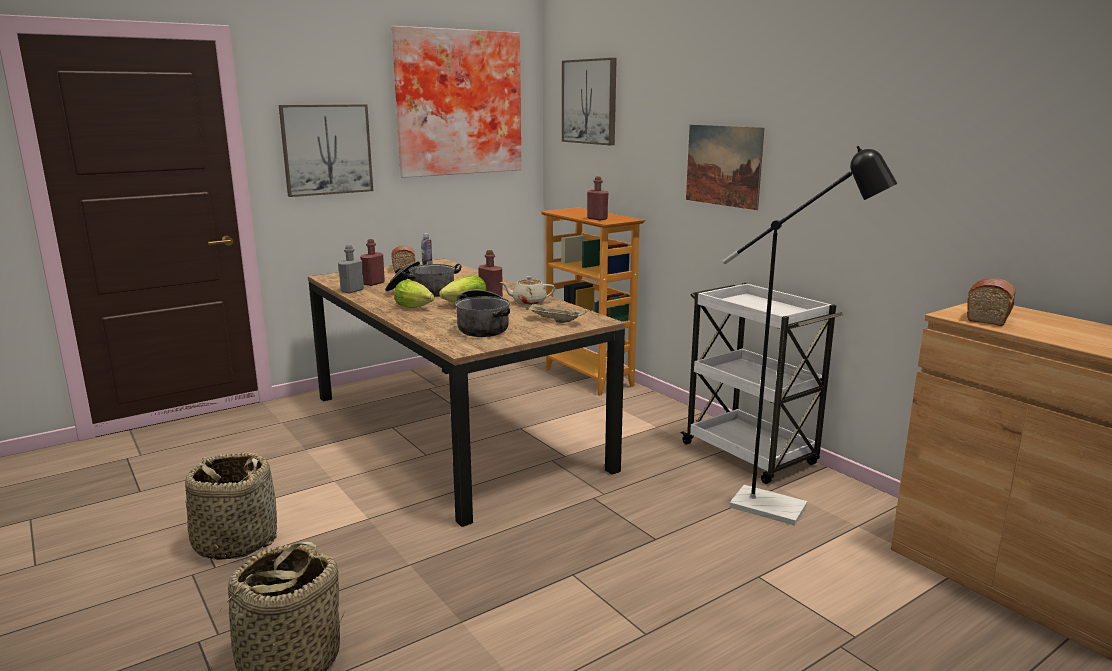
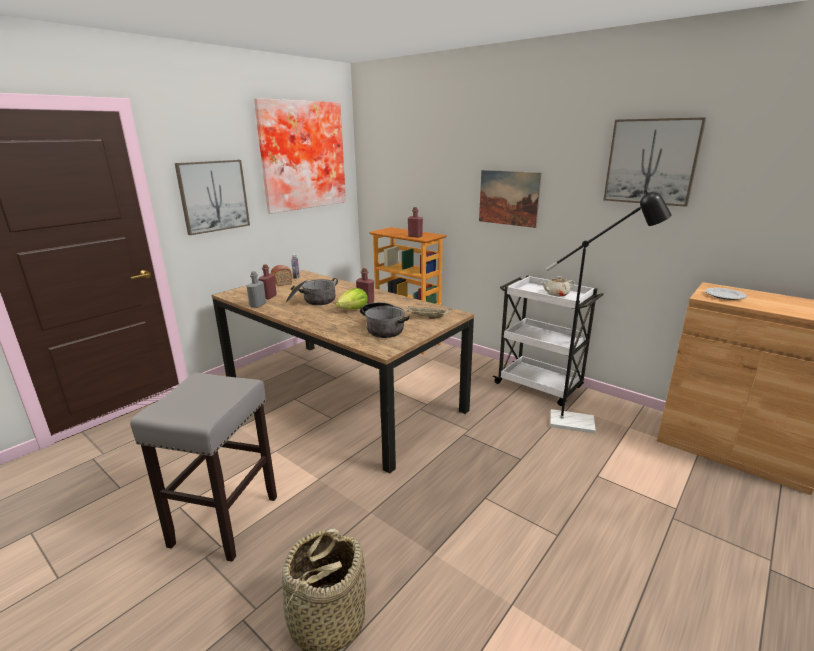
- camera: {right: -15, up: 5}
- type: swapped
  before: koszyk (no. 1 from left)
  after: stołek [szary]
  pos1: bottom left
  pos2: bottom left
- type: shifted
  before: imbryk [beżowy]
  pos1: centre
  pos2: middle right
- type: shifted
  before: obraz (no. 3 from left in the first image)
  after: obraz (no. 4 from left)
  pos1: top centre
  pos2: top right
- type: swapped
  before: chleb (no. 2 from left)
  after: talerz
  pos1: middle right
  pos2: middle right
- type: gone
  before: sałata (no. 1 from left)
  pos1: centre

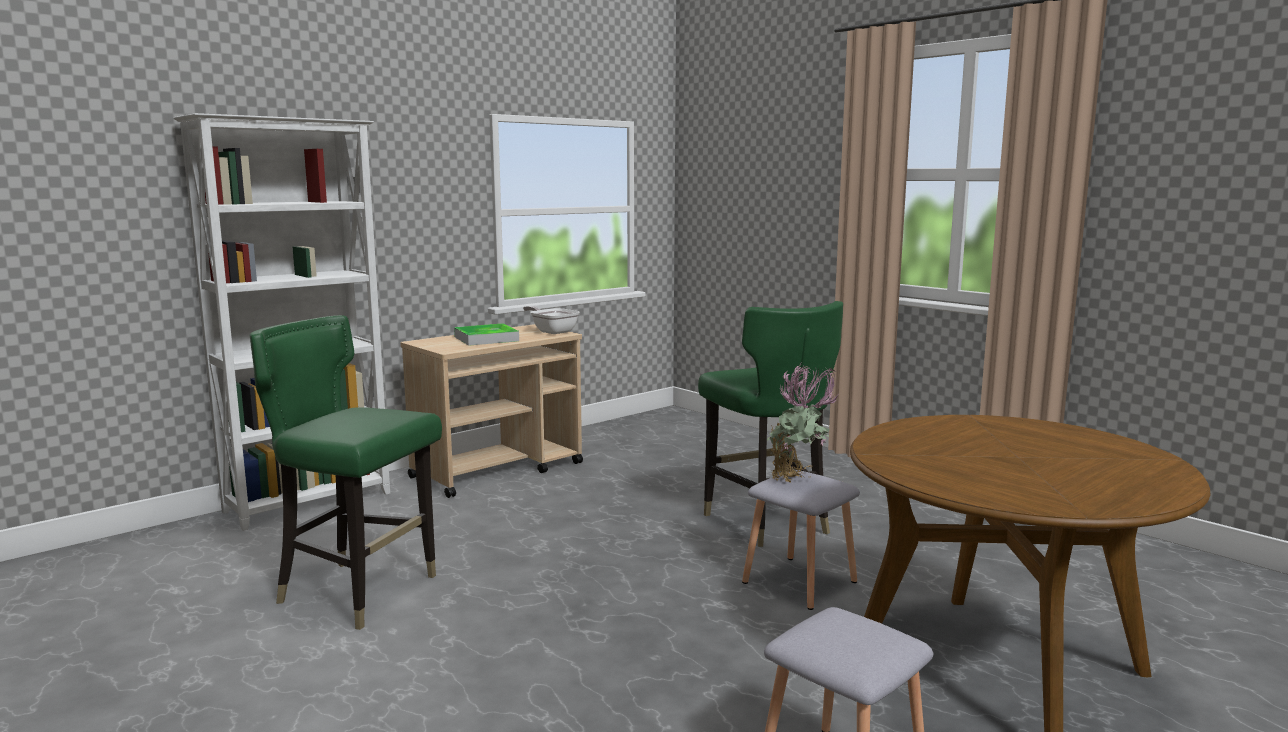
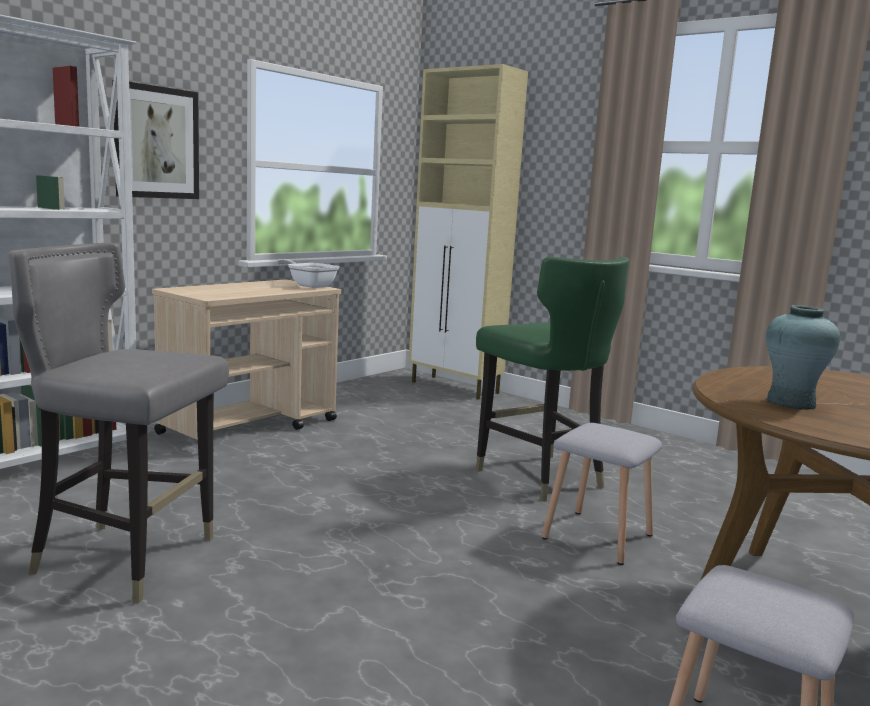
- camera: {right: -10, up: 0}
- type: repainted
  before: krzesło [zielony] (no. 1 from left)
  after: krzesło [szary]
  pos1: middle left
  pos2: middle left
- type: new
  after: obraz
  pos2: top left
- type: new
  after: szafka [beżowy]
  pos2: top centre
- type: new
  after: wazon [turkusowy]
  pos2: middle right
- type: gone
  before: taca
  pos1: centre
- type: gone
  before: roślina doniczkowa
  pos1: centre

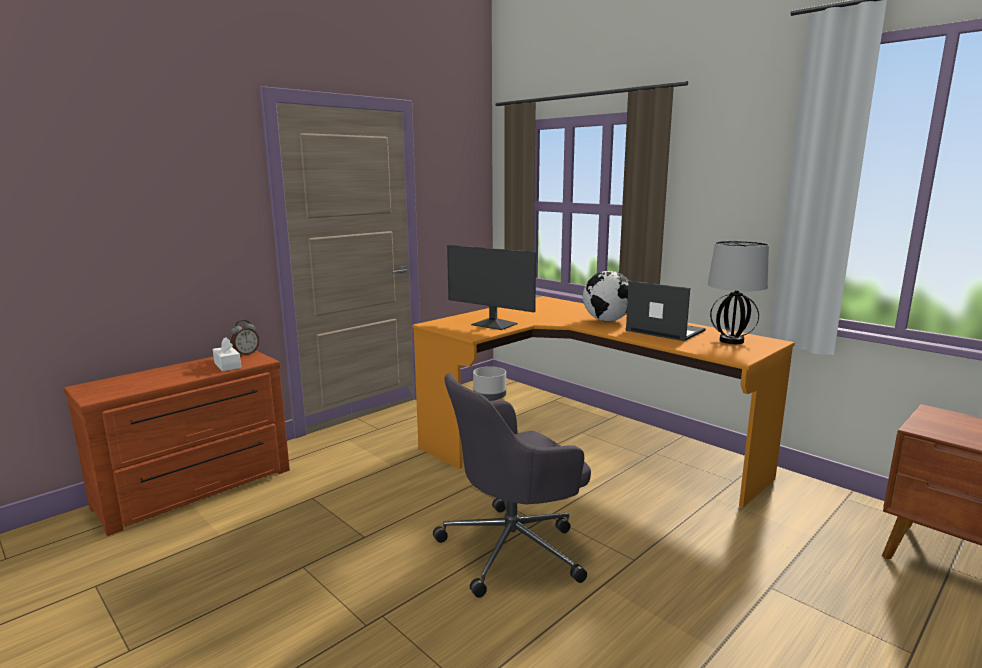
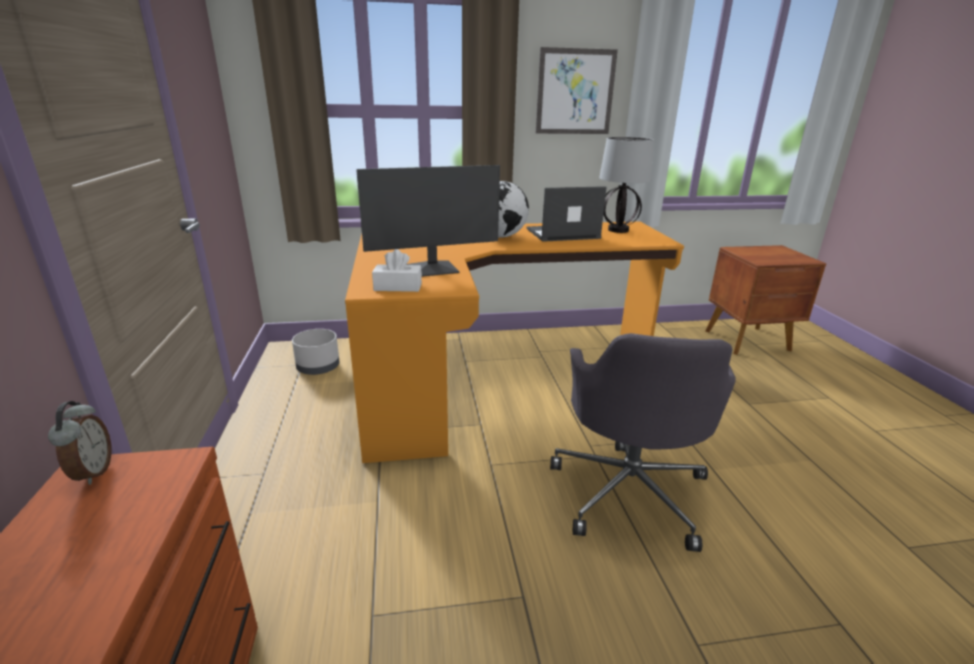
- camera: {right: -55, up: 10}
- type: shifted
  before: pudełko chusteczek [biały]
  pos1: middle left
  pos2: centre
- type: new
  after: obraz
  pos2: top centre

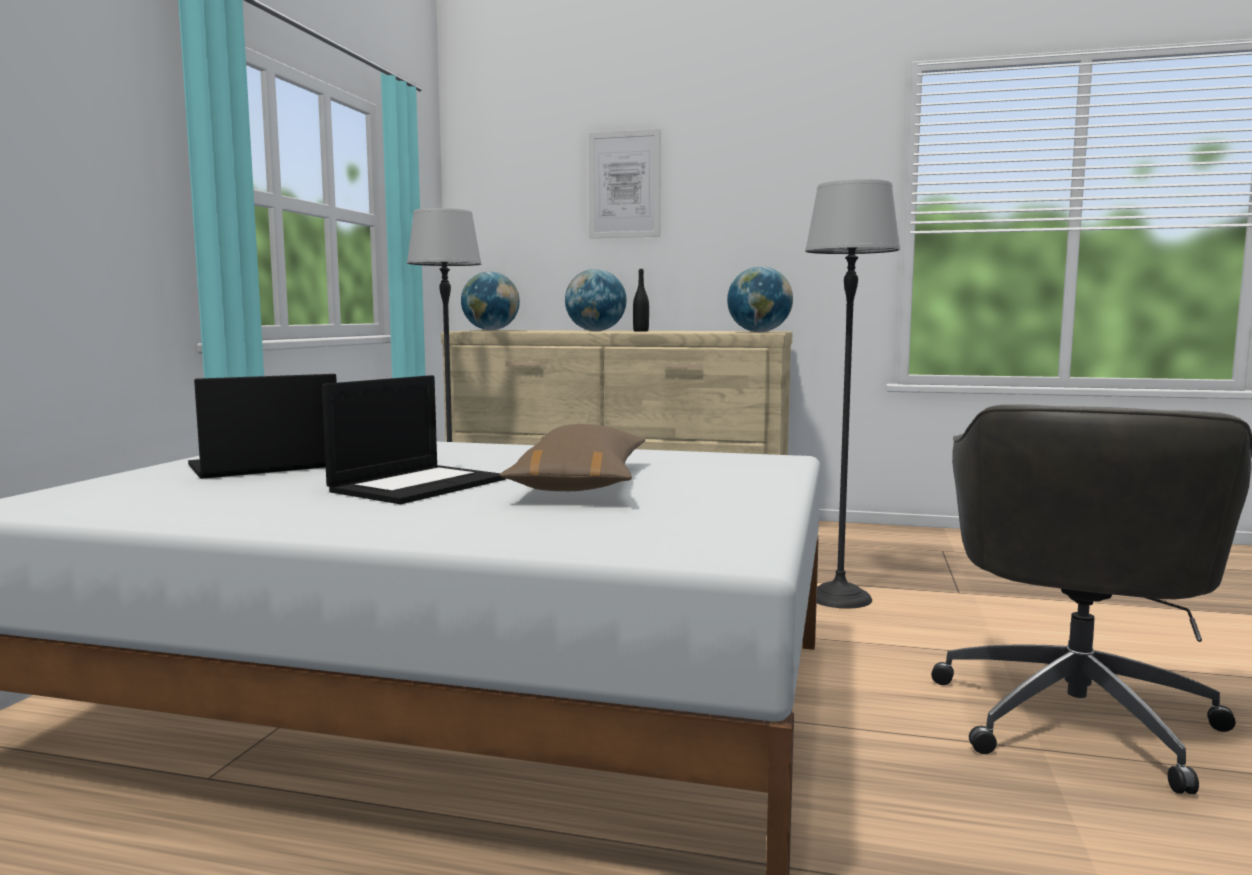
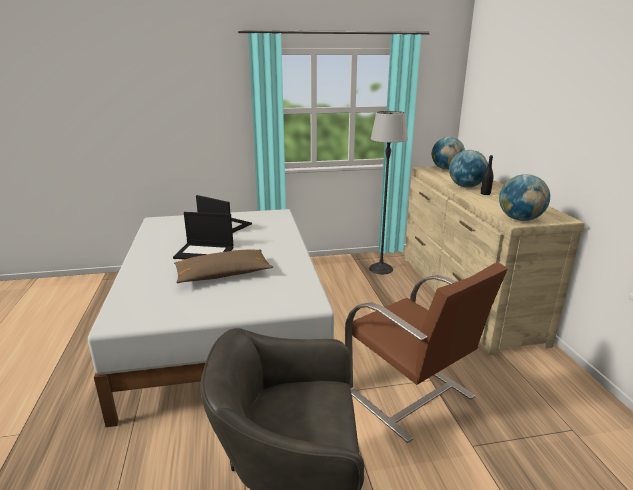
- camera: {right: 65, up: 15}
- type: swapped
  before: lampa stojąca (no. 2 from left)
  after: fotel [brązowy]
  pos1: middle right
  pos2: bottom right
- type: gone
  before: obraz
  pos1: top centre

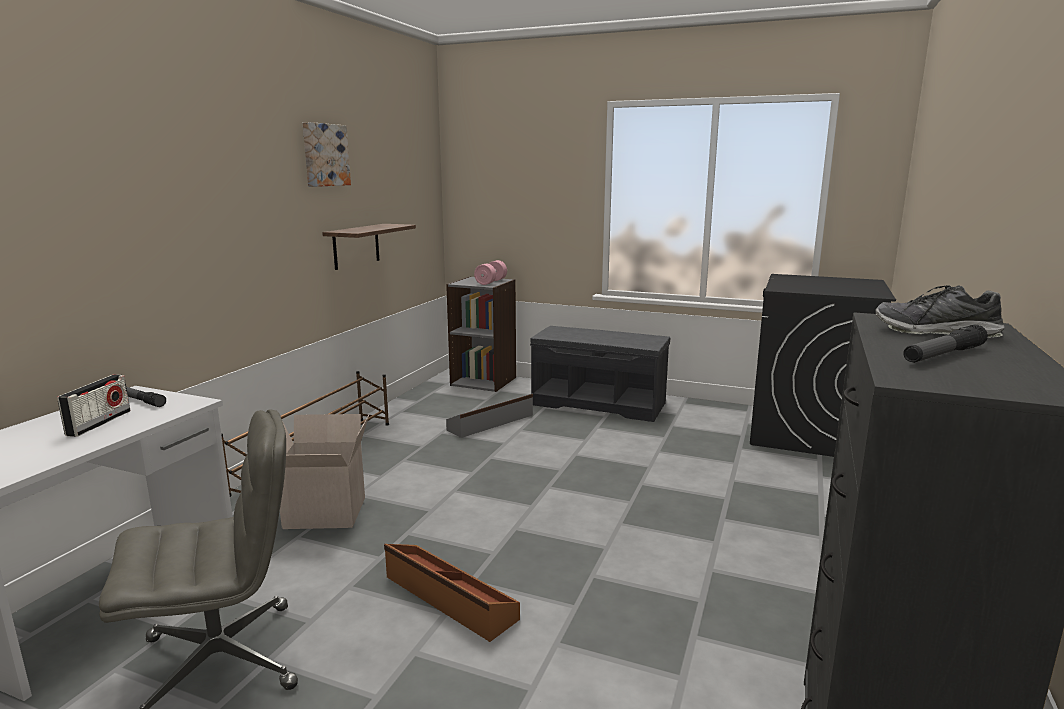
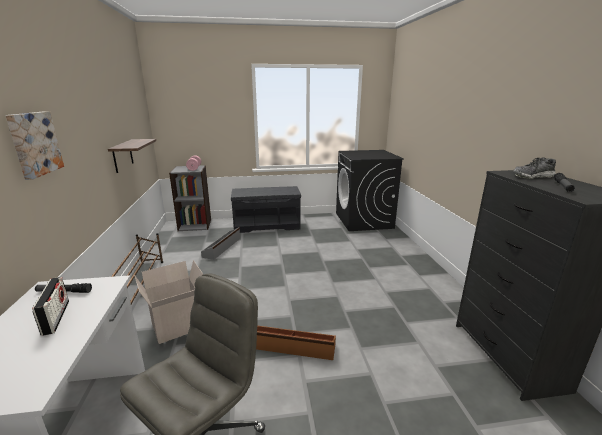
- camera: {right: -30, up: 5}
- type: shifted
  before: obraz
  pos1: top left
  pos2: middle left

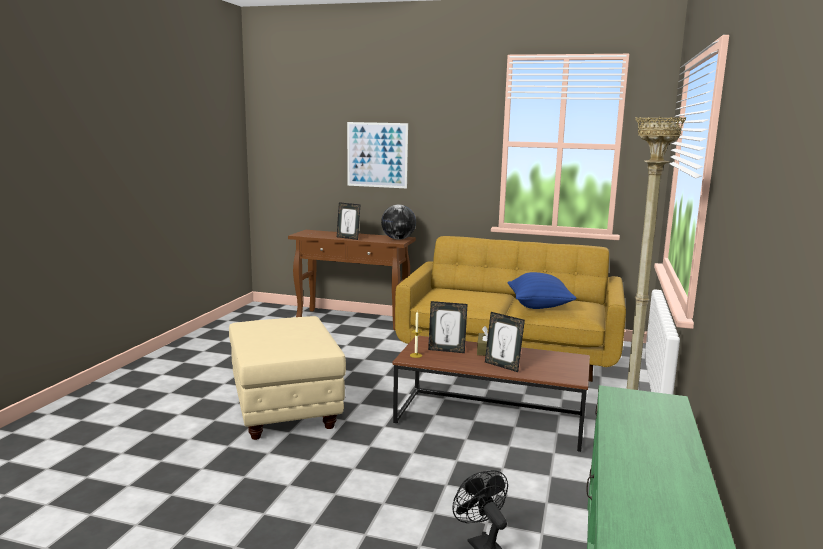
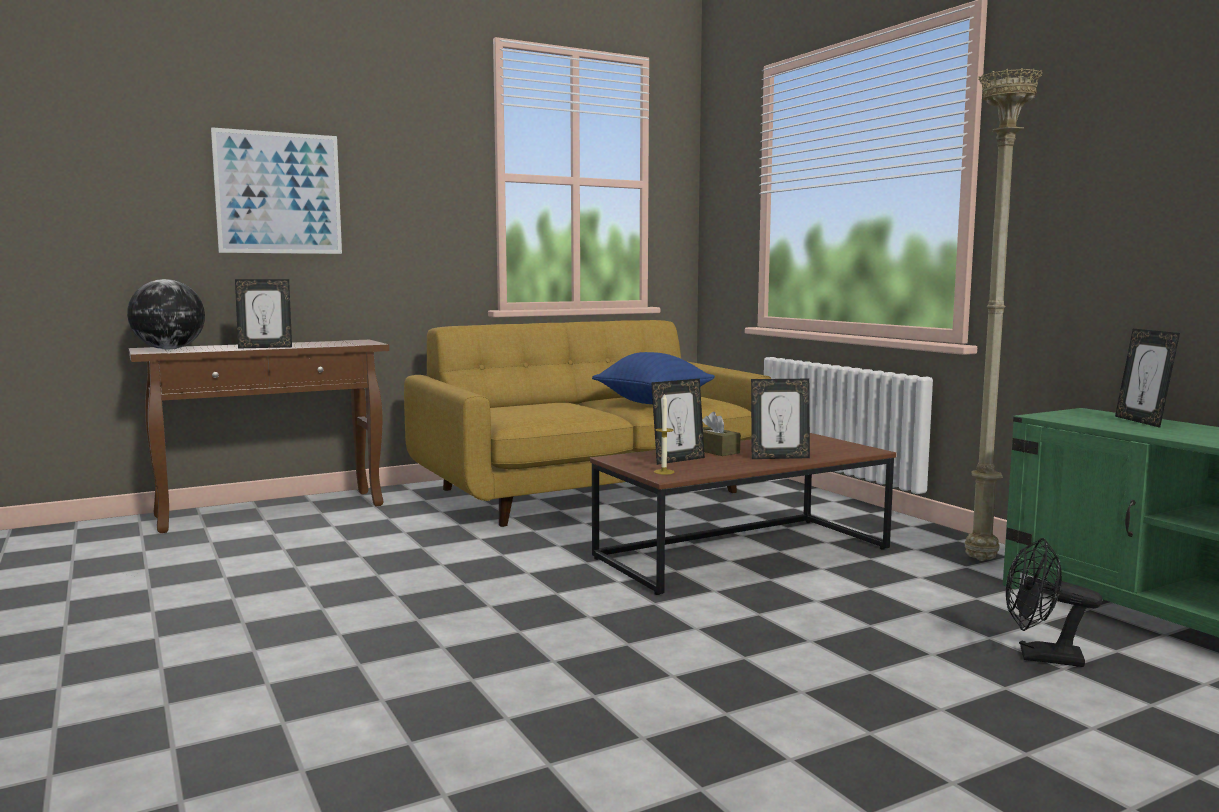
- camera: {right: -45, up: -5}
- type: shifted
  before: globus
  pos1: centre
  pos2: middle left
- type: new
  after: ramka na zdjęcie (no. 4 from left)
  pos2: middle right
- type: gone
  before: pufa [beżowy]
  pos1: bottom centre

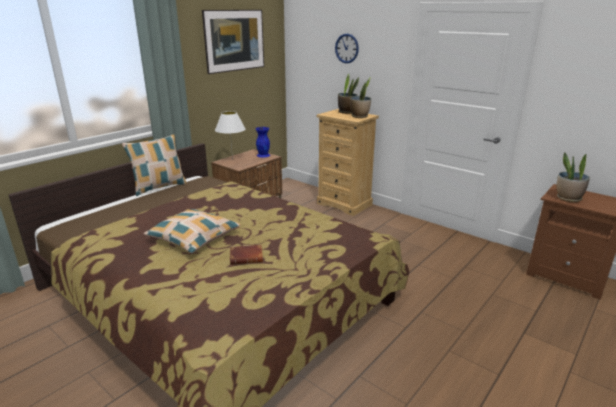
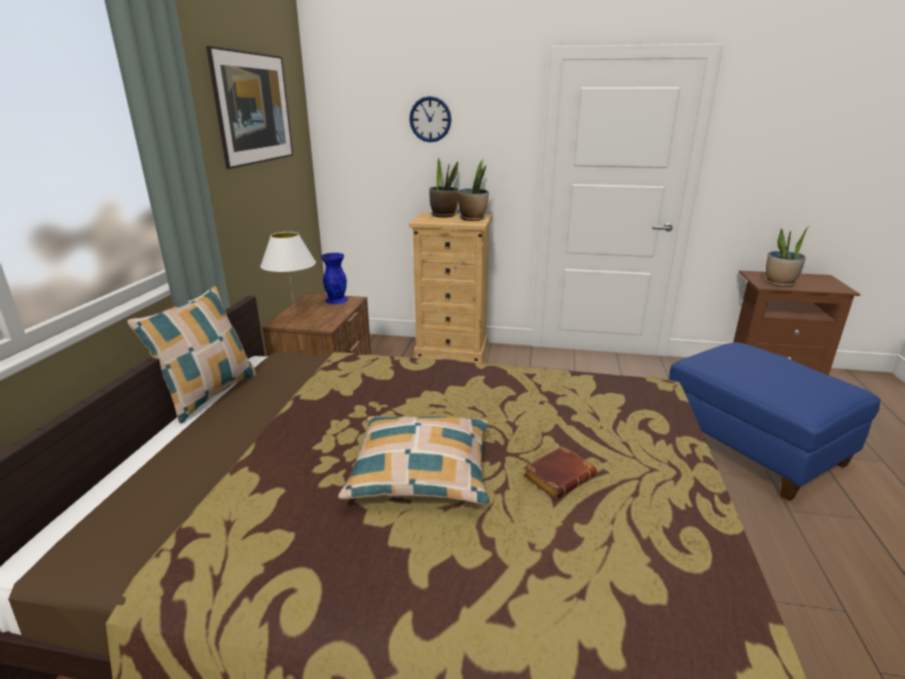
- camera: {right: -30, up: 0}
- type: new
  after: pufa [niebieski]
  pos2: middle right

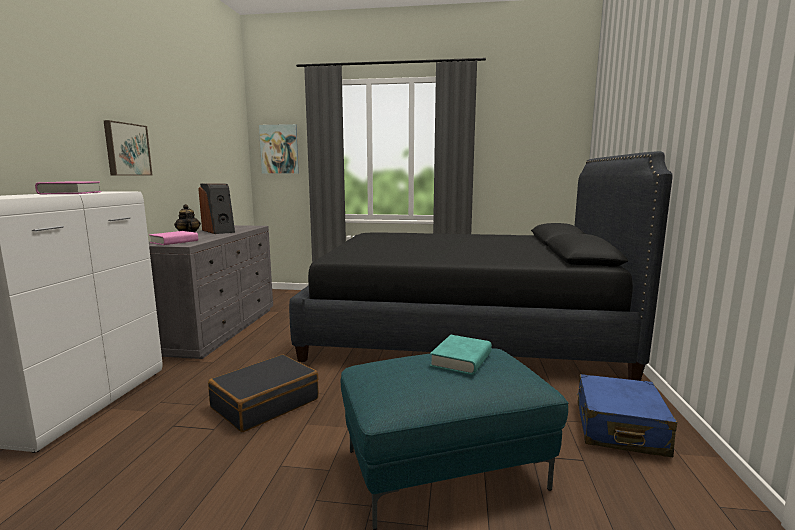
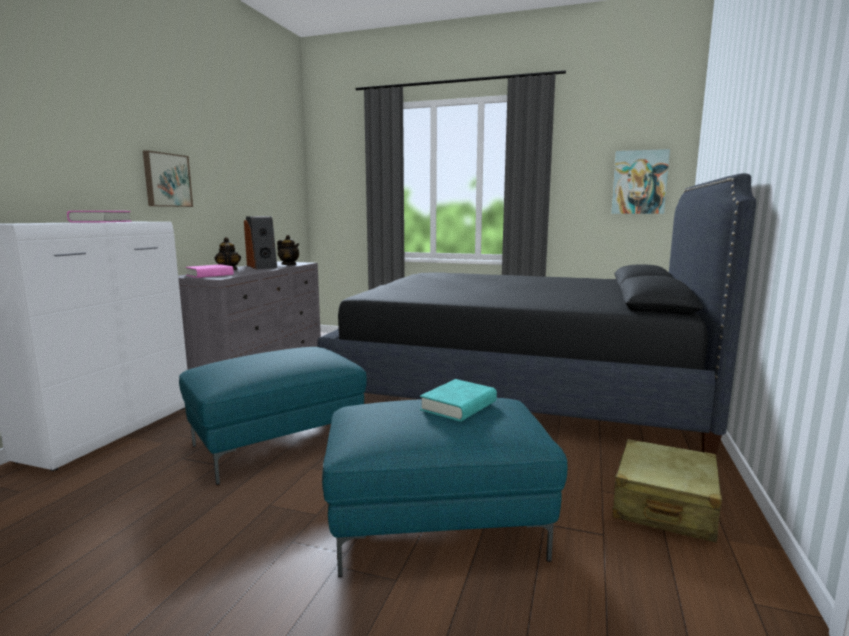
- camera: {right: 10, up: 0}
- type: swapped
  before: walizka [czarny]
  after: pufa [turkusowy] (no. 1 from left)
  pos1: bottom left
  pos2: middle left
- type: new
  after: imbryk (no. 2 from left)
  pos2: centre
- type: shifted
  before: obraz (no. 2 from left)
  pos1: top centre
  pos2: top right
- type: repainted
  before: walizka [niebieski]
  after: walizka [beżowy]
  pos1: bottom right
  pos2: bottom right

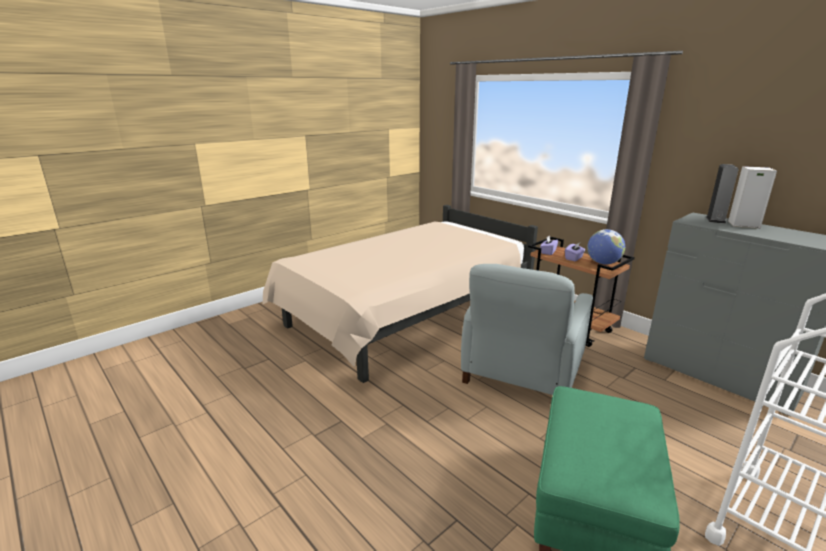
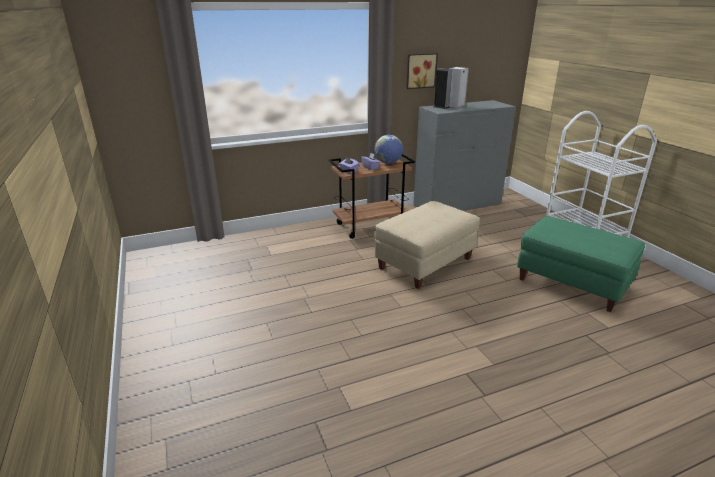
- camera: {right: -70, up: 5}
- type: swapped
  before: fotel [szary]
  after: pufa [beżowy]
  pos1: centre
  pos2: centre
- type: new
  after: obraz
  pos2: top centre
- type: gone
  before: łóżko [beżowy]
  pos1: centre

